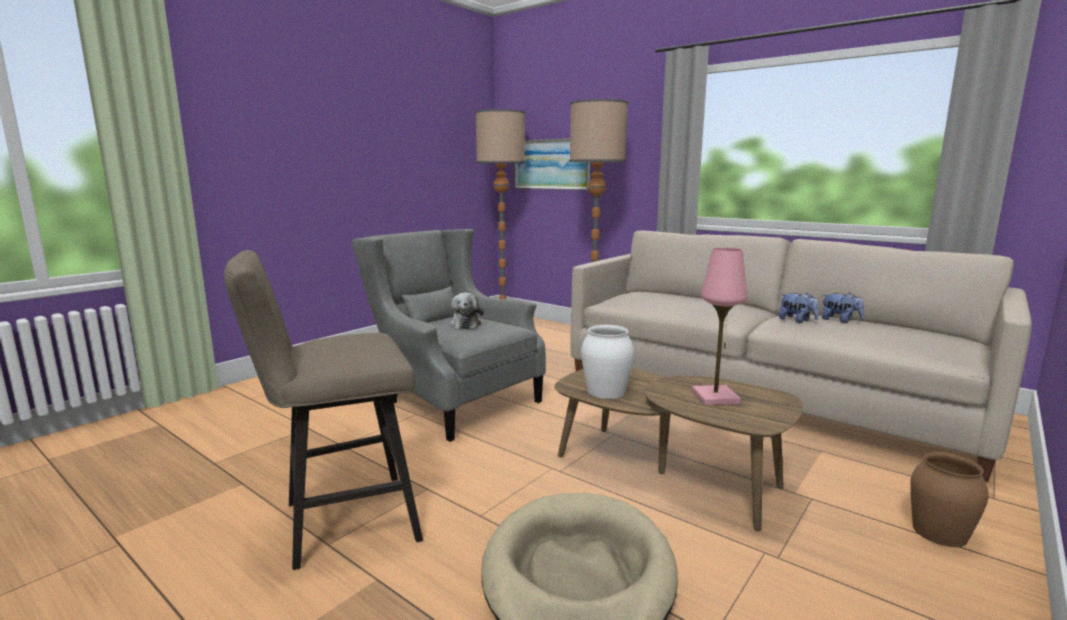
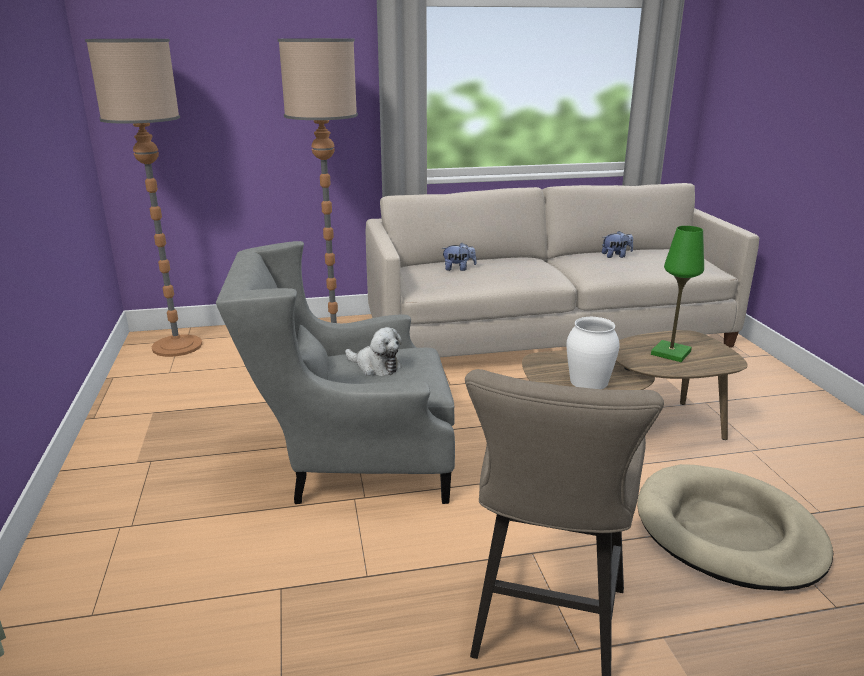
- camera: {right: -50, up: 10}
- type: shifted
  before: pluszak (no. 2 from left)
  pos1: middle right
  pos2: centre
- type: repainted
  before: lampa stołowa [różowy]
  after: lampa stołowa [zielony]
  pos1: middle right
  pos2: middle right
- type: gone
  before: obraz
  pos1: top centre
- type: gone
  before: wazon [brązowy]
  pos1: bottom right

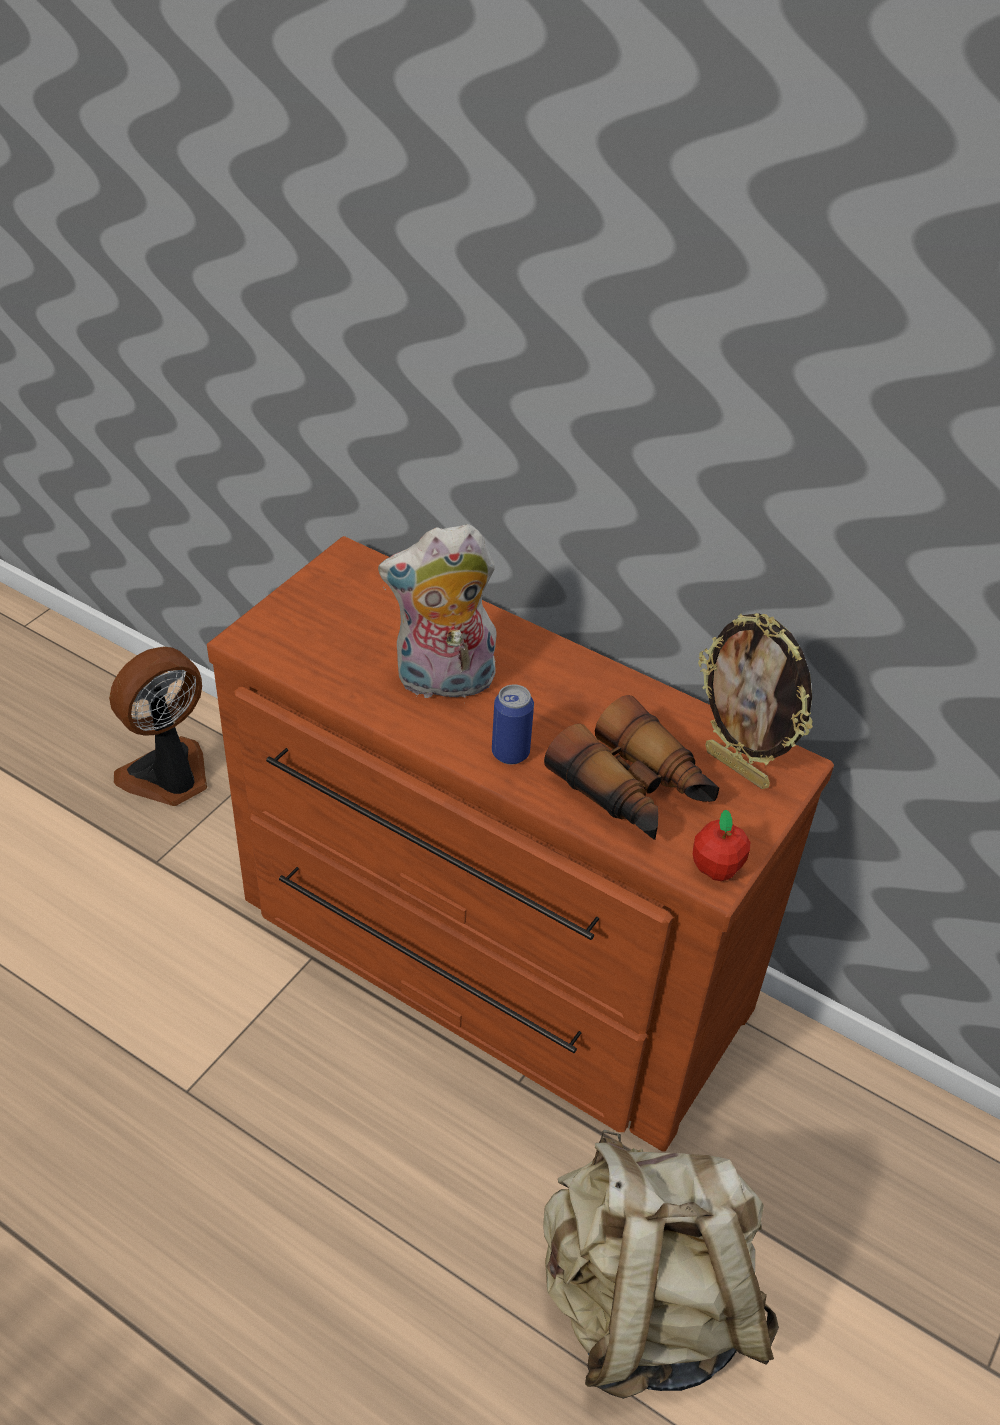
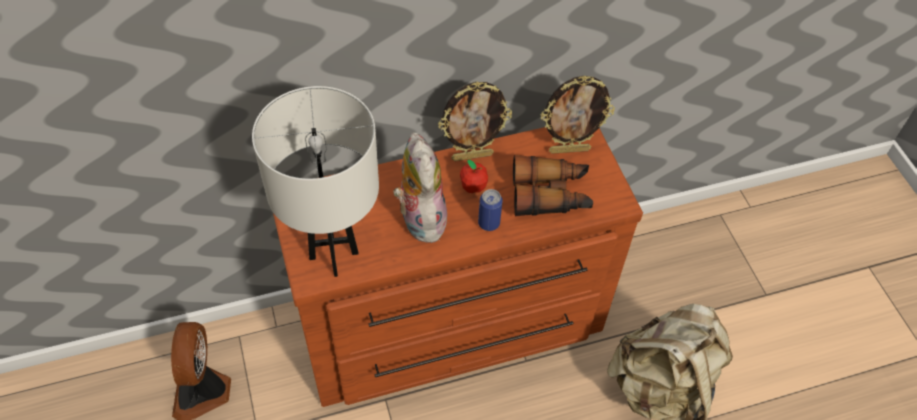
- camera: {right: -50, up: 10}
- type: new
  after: lampa stołowa [biały]
  pos2: centre
- type: rotated
  before: pluszak
  pos1: centre
  pos2: centre
  turn: 135
- type: new
  after: ramka na zdjęcie (no. 1 from left)
  pos2: top centre
- type: shifted
  before: jabłko
  pos1: middle right
  pos2: centre

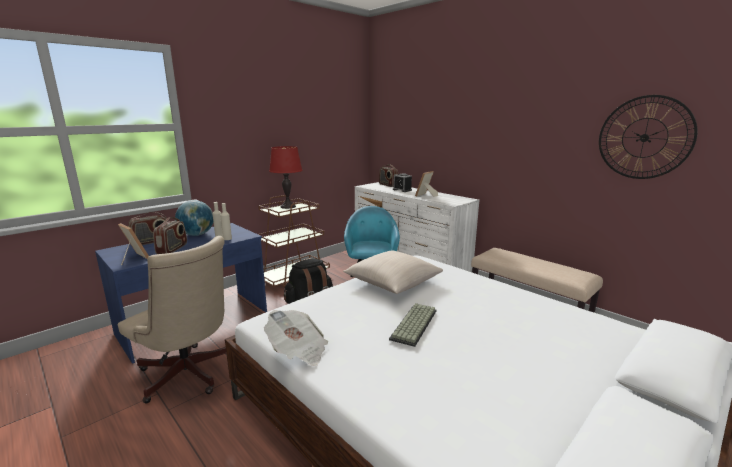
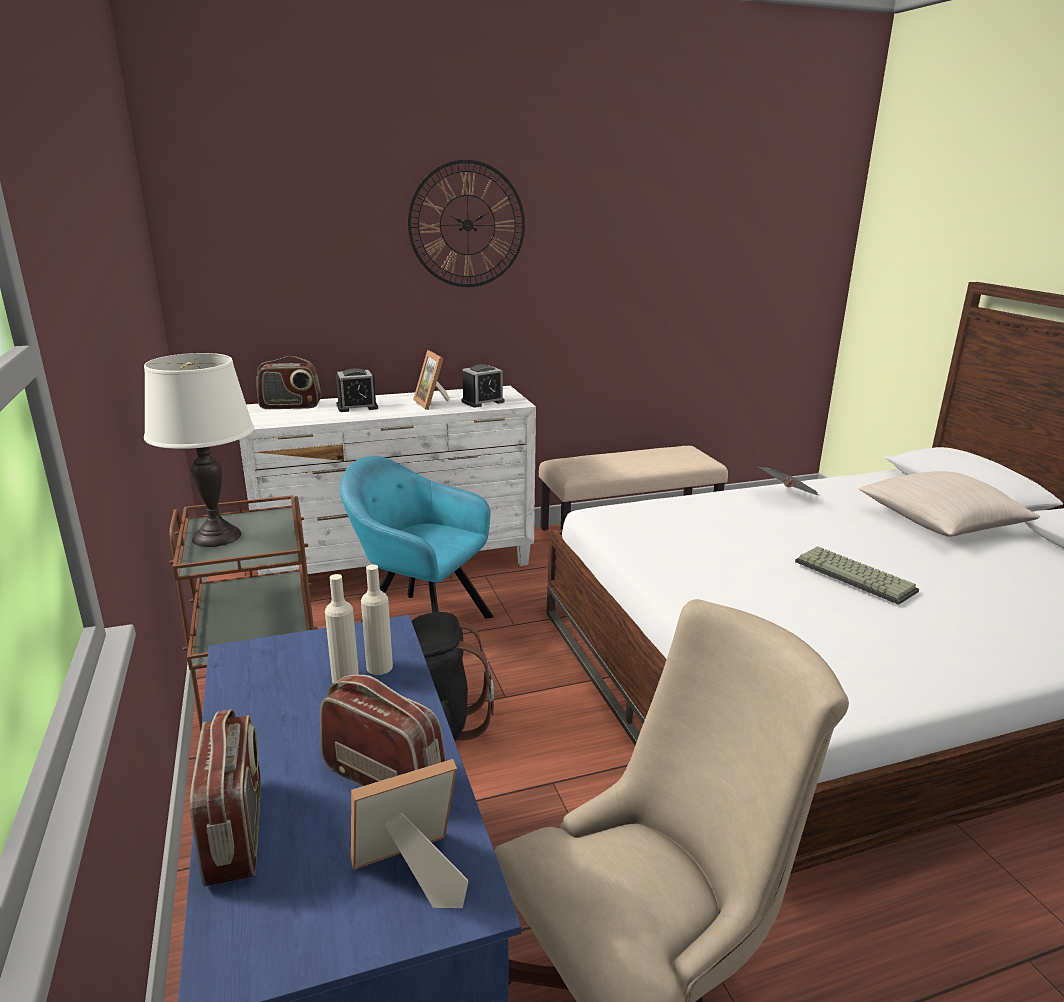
- camera: {right: -65, up: 5}
- type: repainted
  before: lampa stołowa [czerwony]
  after: lampa stołowa [biały]
  pos1: centre
  pos2: middle left
- type: shifted
  before: zegar ścienny
  pos1: top right
  pos2: top centre
- type: new
  after: budzik (no. 2 from left)
  pos2: centre
- type: shifted
  before: gazeta
  pos1: bottom centre
  pos2: middle right
- type: shifted
  before: poduszka [beżowy]
  pos1: centre
  pos2: middle right
- type: gone
  before: globus
  pos1: middle left

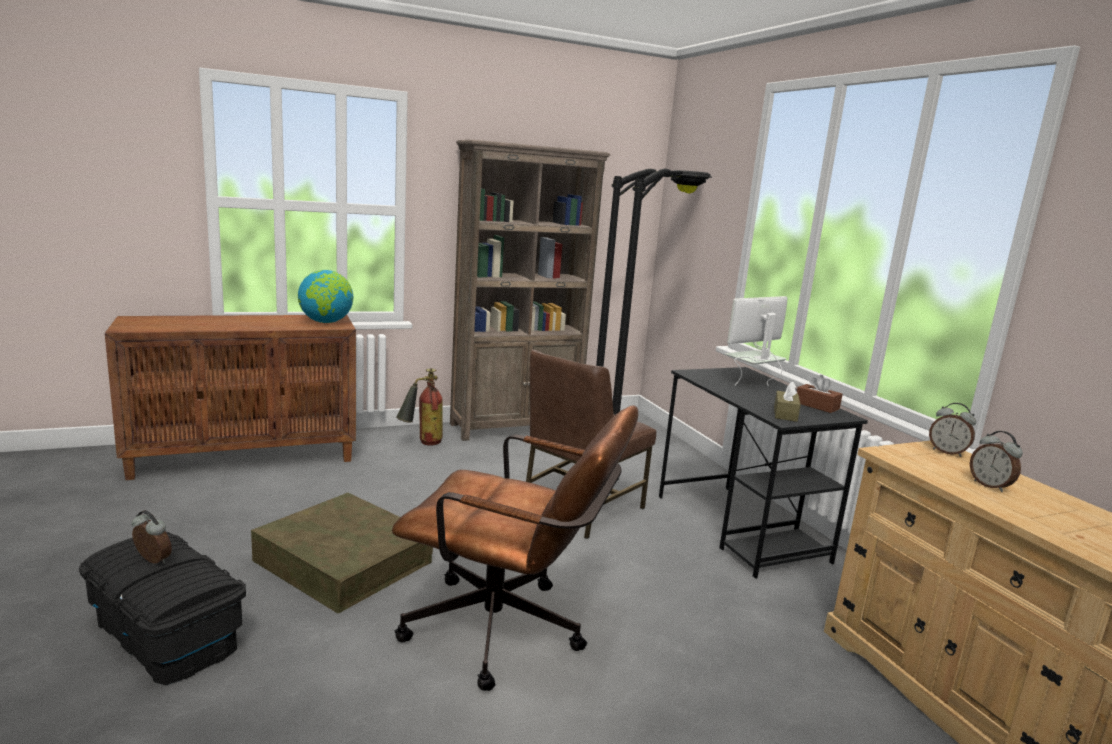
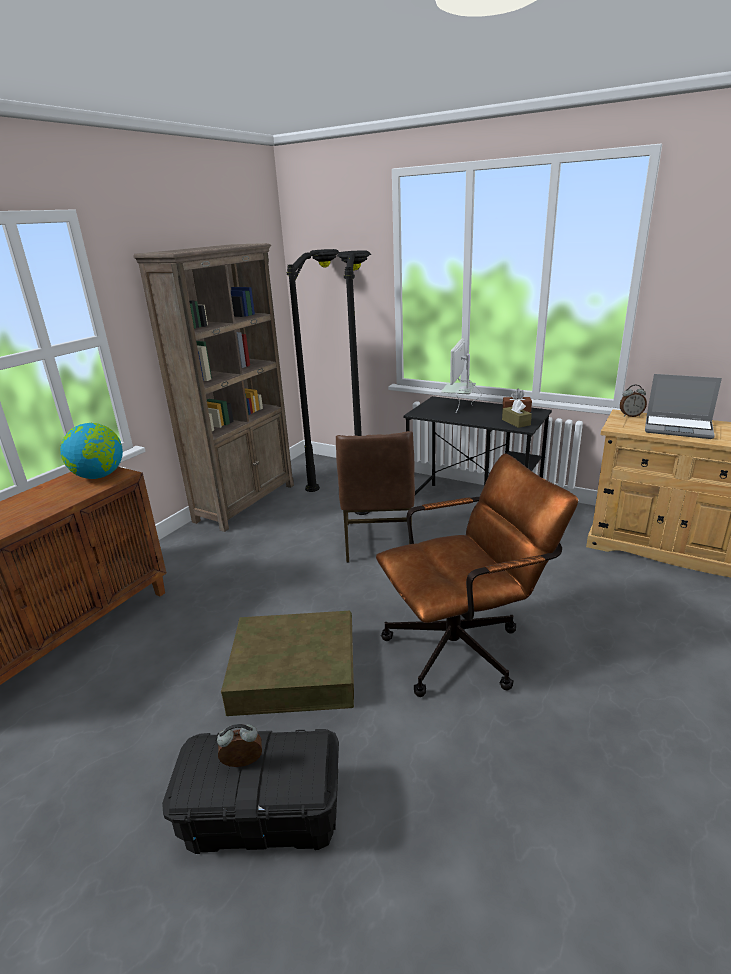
- camera: {right: -35, up: 10}
- type: swapped
  before: budzik (no. 3 from left)
  after: laptop
  pos1: middle right
  pos2: middle right
- type: gone
  before: gaśnica
  pos1: centre

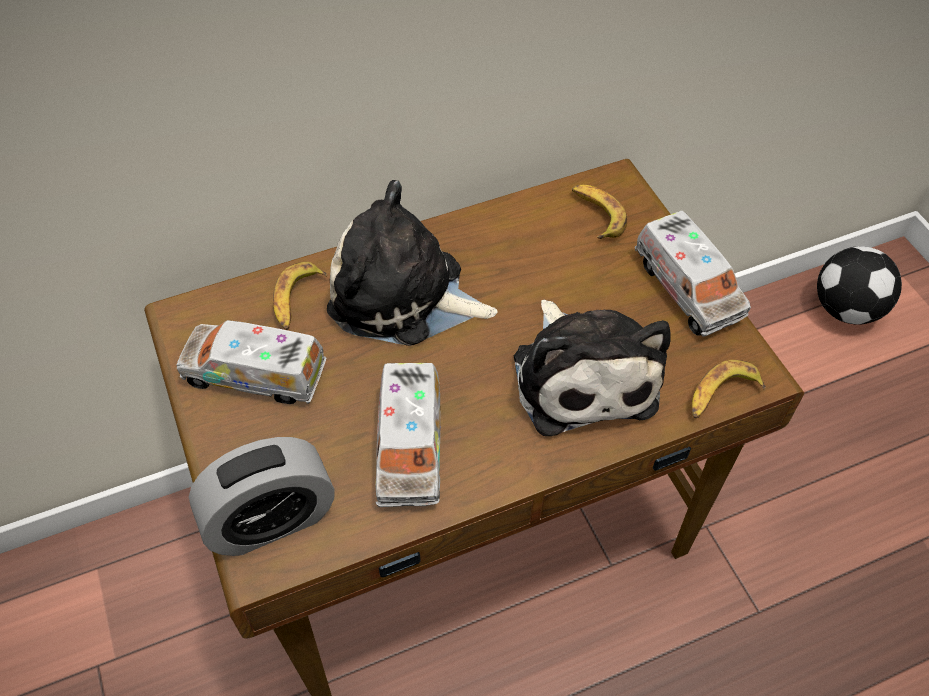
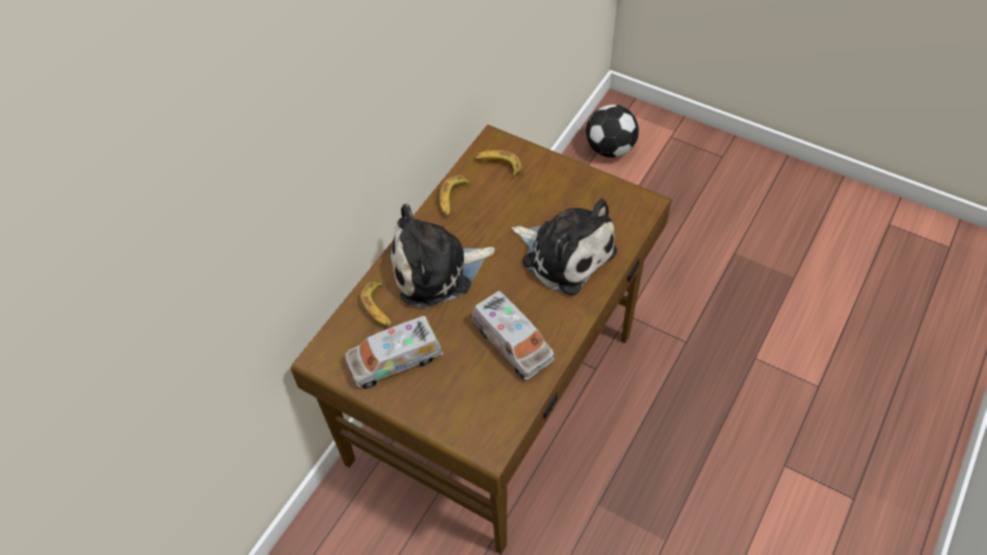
- camera: {right: -35, up: 0}
- type: shifted
  before: banan (no. 3 from left in the first image)
  after: banan (no. 2 from left)
  pos1: middle right
  pos2: centre
- type: gone
  before: budzik
  pos1: bottom left
- type: gone
  before: ciężarówka zabawkowa (no. 3 from left)
  pos1: middle right

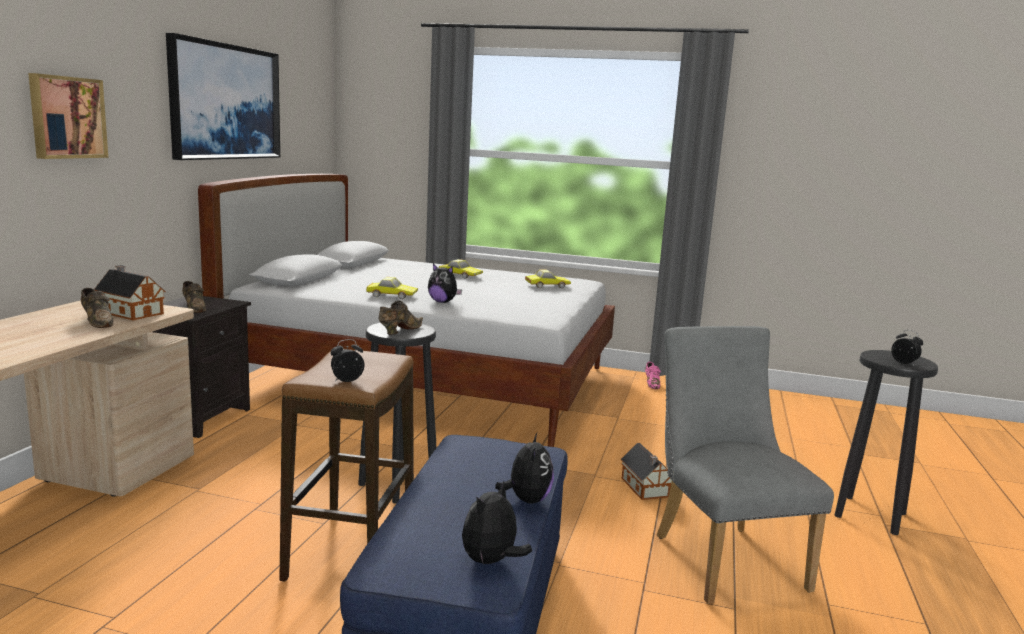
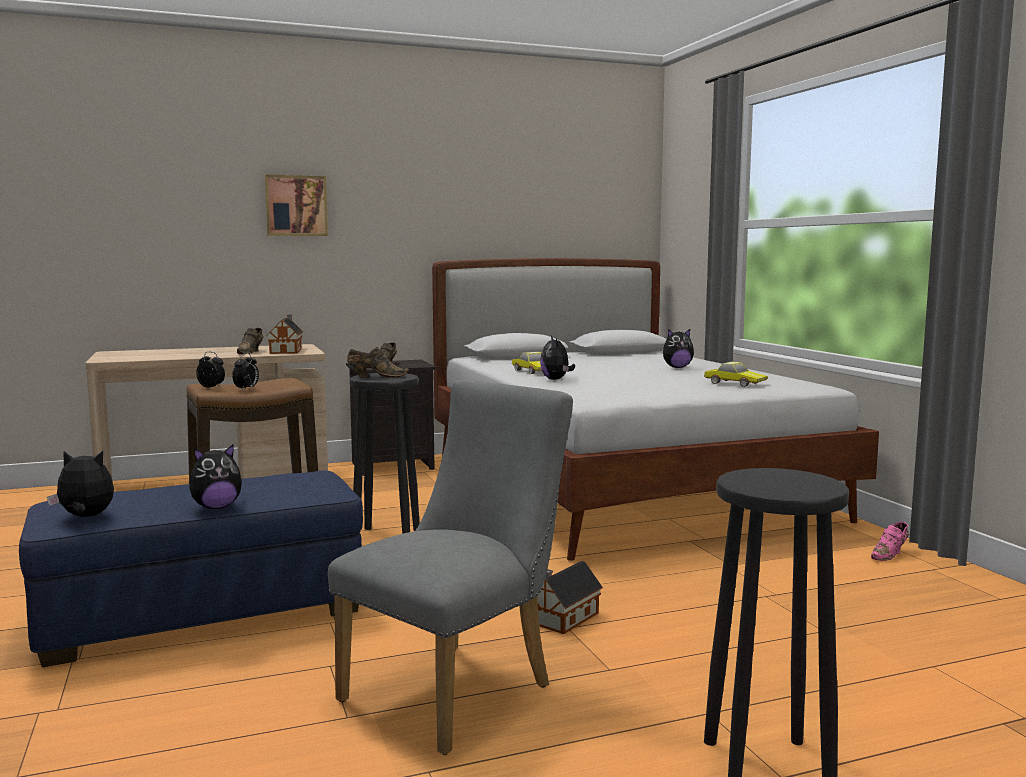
- camera: {right: 55, up: -5}
- type: shifted
  before: budzik (no. 2 from left)
  pos1: middle right
  pos2: middle left
- type: swapped
  before: samochodzik (no. 2 from left)
  after: pluszak (no. 4 from left)
  pos1: centre
  pos2: centre
- type: gone
  before: obraz (no. 2 from left)
  pos1: top left

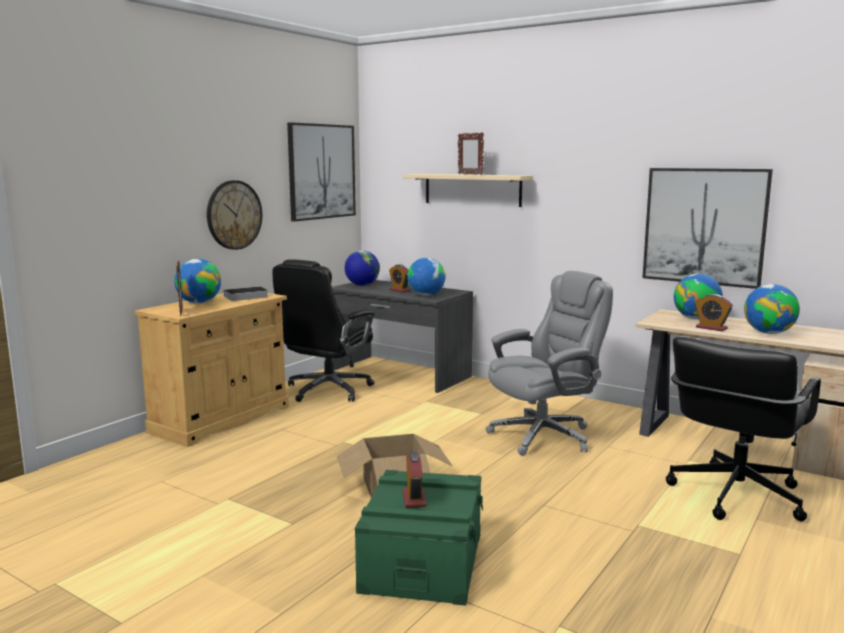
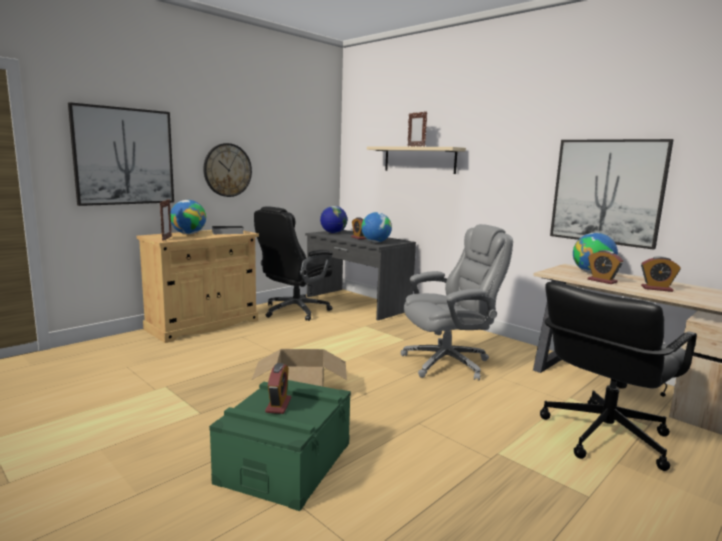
- camera: {right: 10, up: 0}
- type: shifted
  before: obraz (no. 1 from left)
  pos1: top centre
  pos2: top left
- type: swapped
  before: globus (no. 5 from left)
  after: budzik (no. 4 from left)
  pos1: middle right
  pos2: middle right

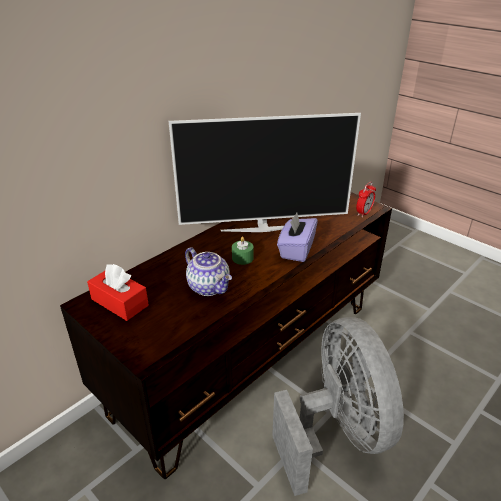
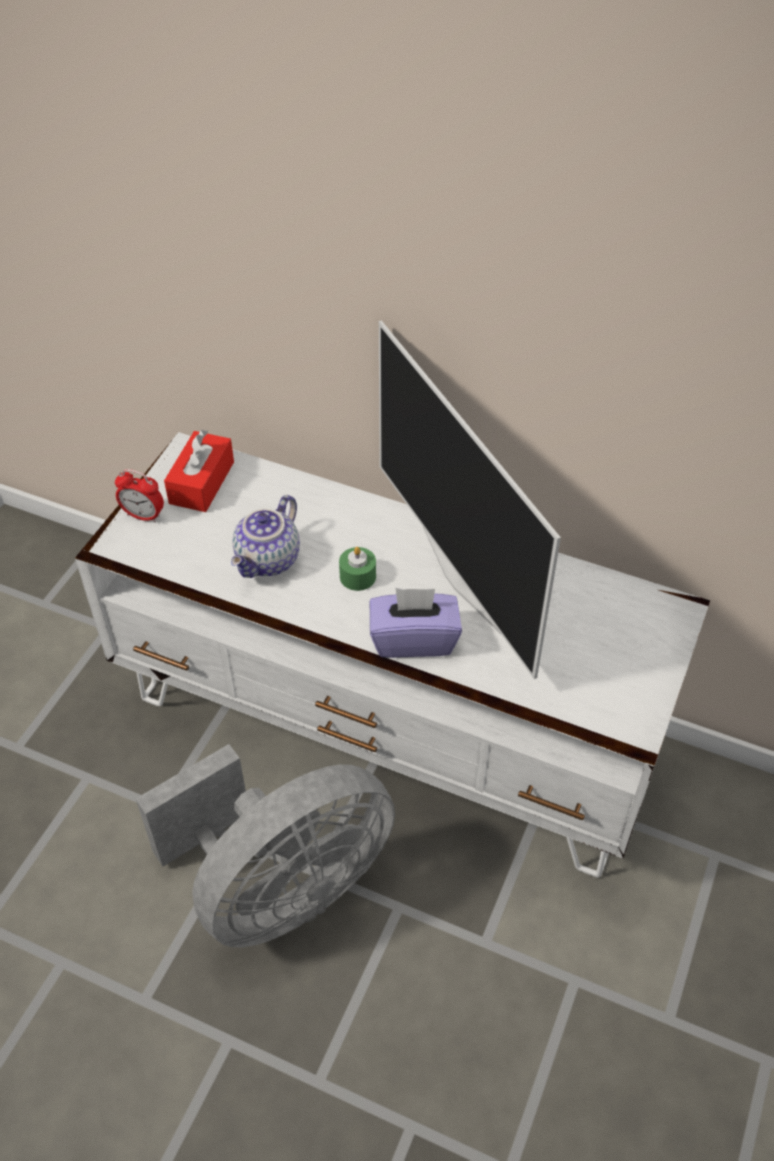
- camera: {right: 70, up: 15}
- type: repainted
  before: szafka pod telewizor [brązowy]
  after: szafka pod telewizor [biały]
  pos1: bottom centre
  pos2: centre
- type: shifted
  before: budzik
  pos1: middle right
  pos2: middle left

